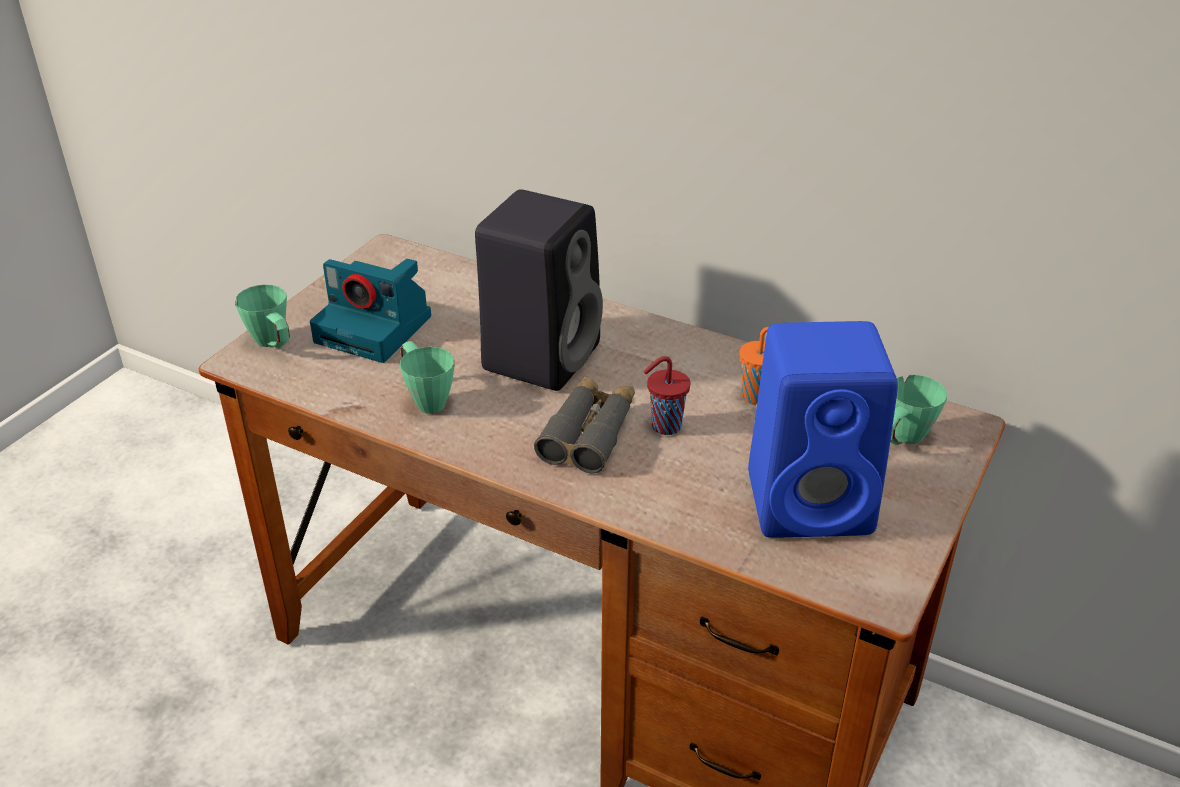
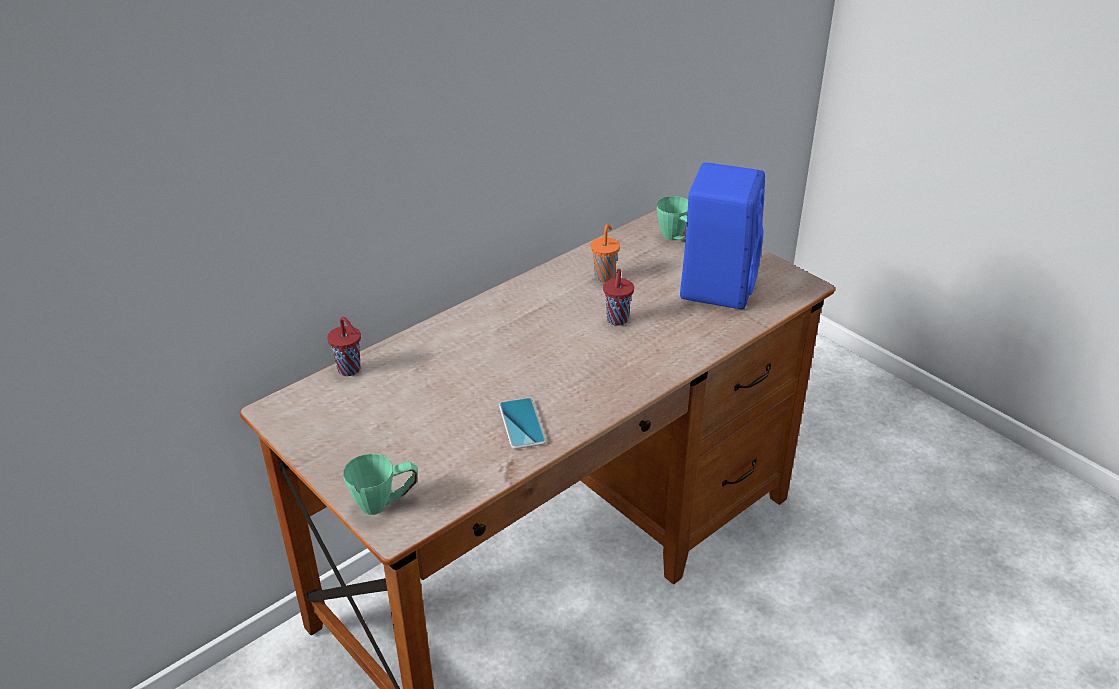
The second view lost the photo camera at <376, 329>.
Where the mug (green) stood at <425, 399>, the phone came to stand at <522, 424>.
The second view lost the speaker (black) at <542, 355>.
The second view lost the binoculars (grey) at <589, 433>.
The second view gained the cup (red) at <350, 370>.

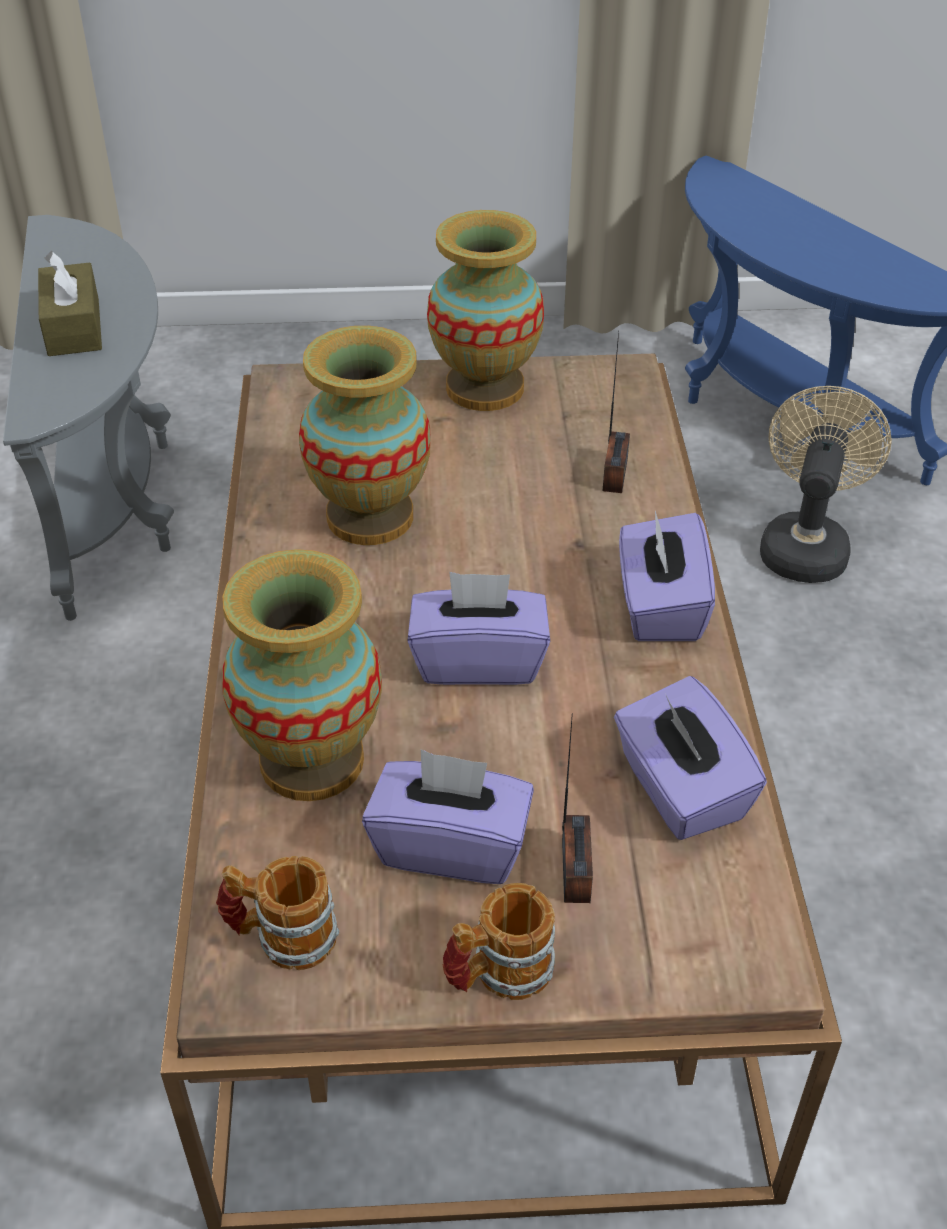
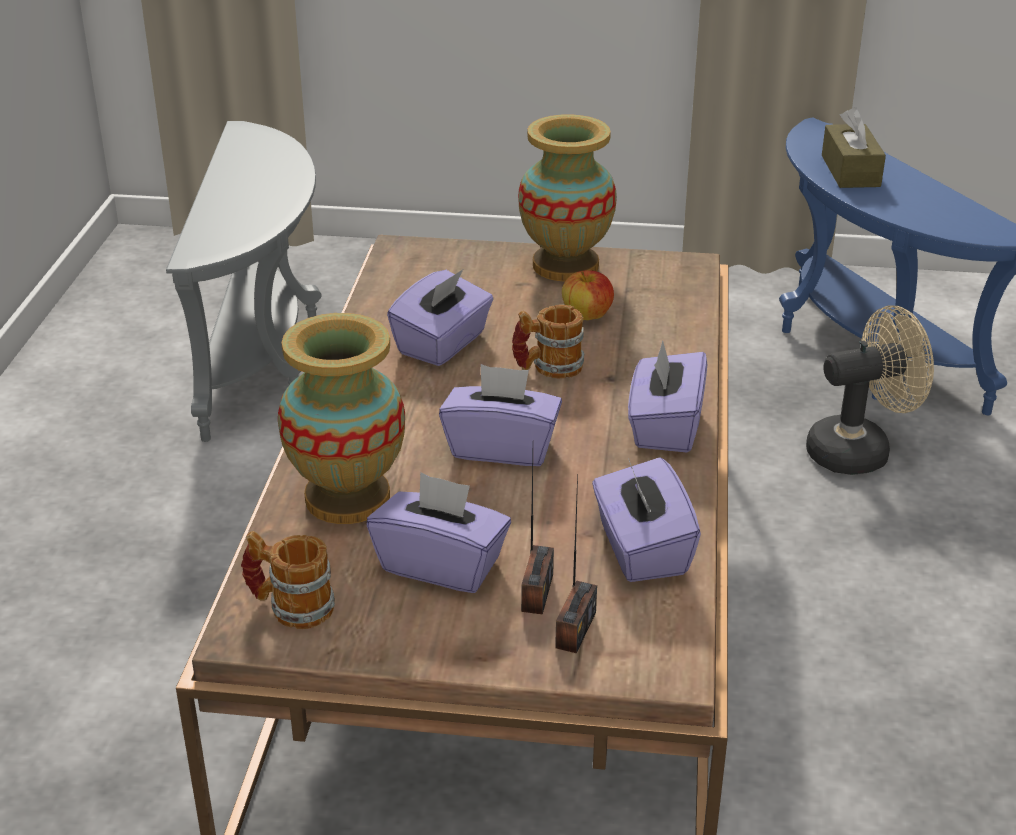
The tissue box (brown) ended up elsewhere, having gone from <74, 327> to <850, 171>.
Where the vase stood at <370, 516>, the tissue box (purple) came to stand at <443, 344>.
The mug ended up elsewhere, having gone from <498, 974> to <548, 368>.
The radio ended up elsewhere, having gone from <614, 474> to <575, 630>.
The fan (beige) at <805, 545> ended up facing another way, 45 degrees clockwise from before.
The second view gained the apple at <587, 316>.

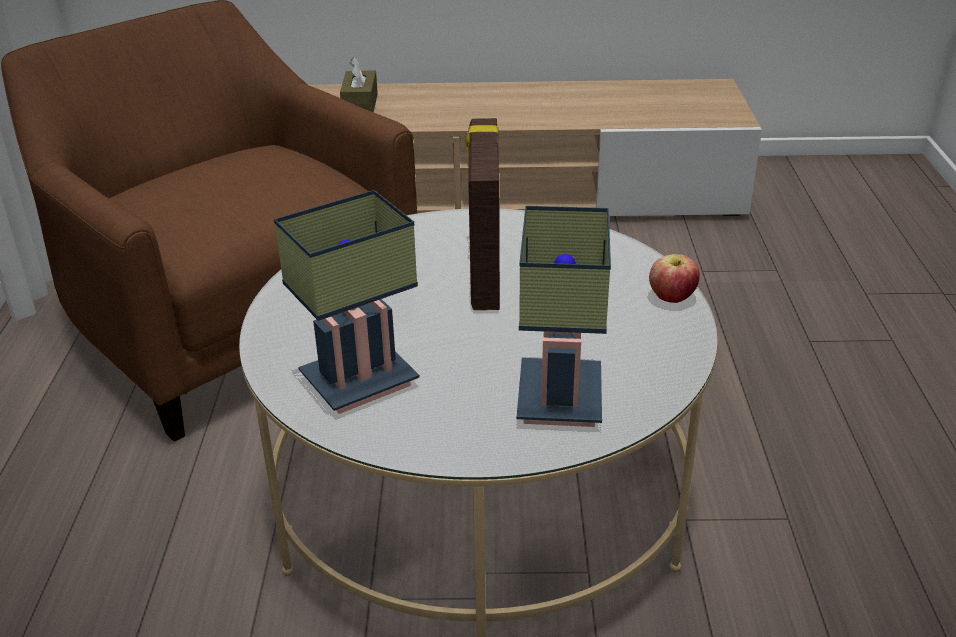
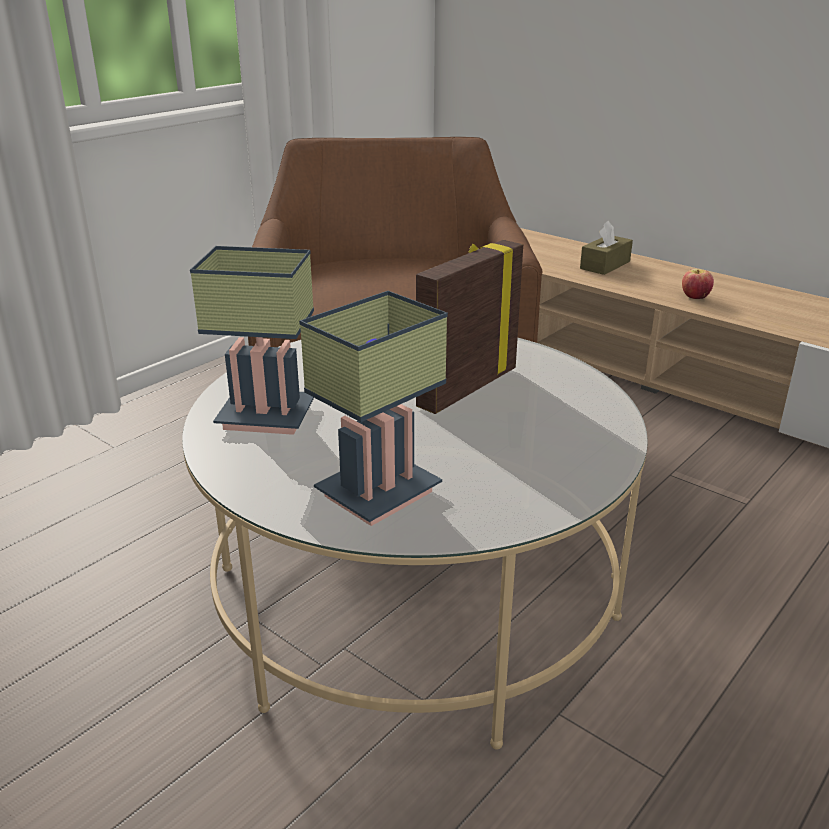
The apple ended up elsewhere, having gone from <672, 298> to <695, 297>.

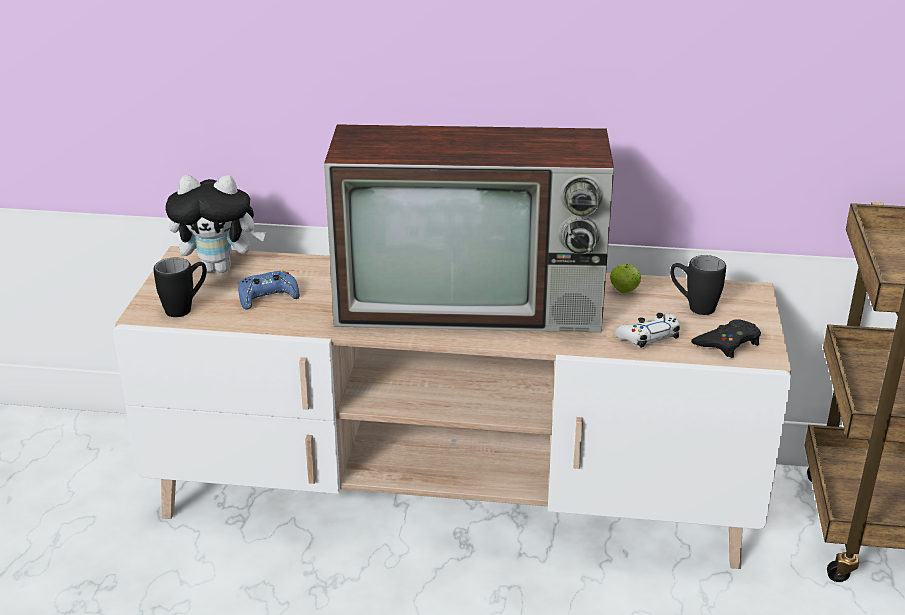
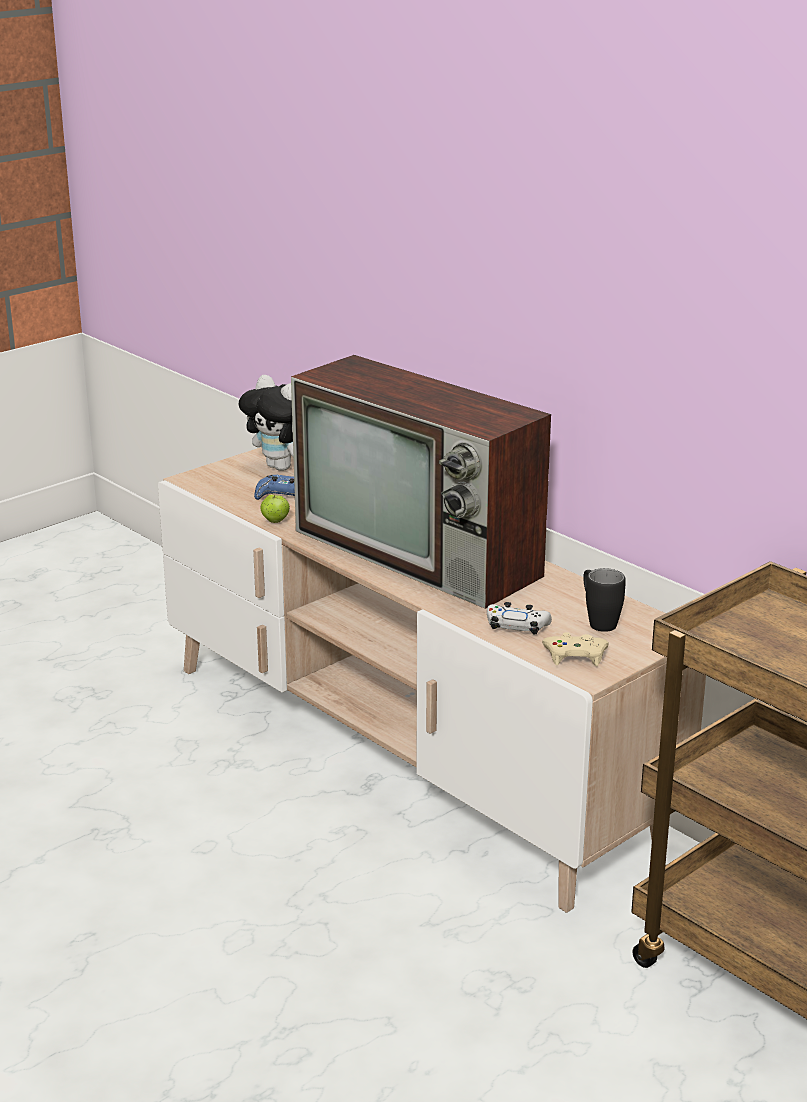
The second view lost the mug (black) at <186, 308>.
The apple ended up elsewhere, having gone from <624, 290> to <275, 521>.
What was the game controller (black) at <728, 343> turned into the game controller (beige) at <575, 656>.

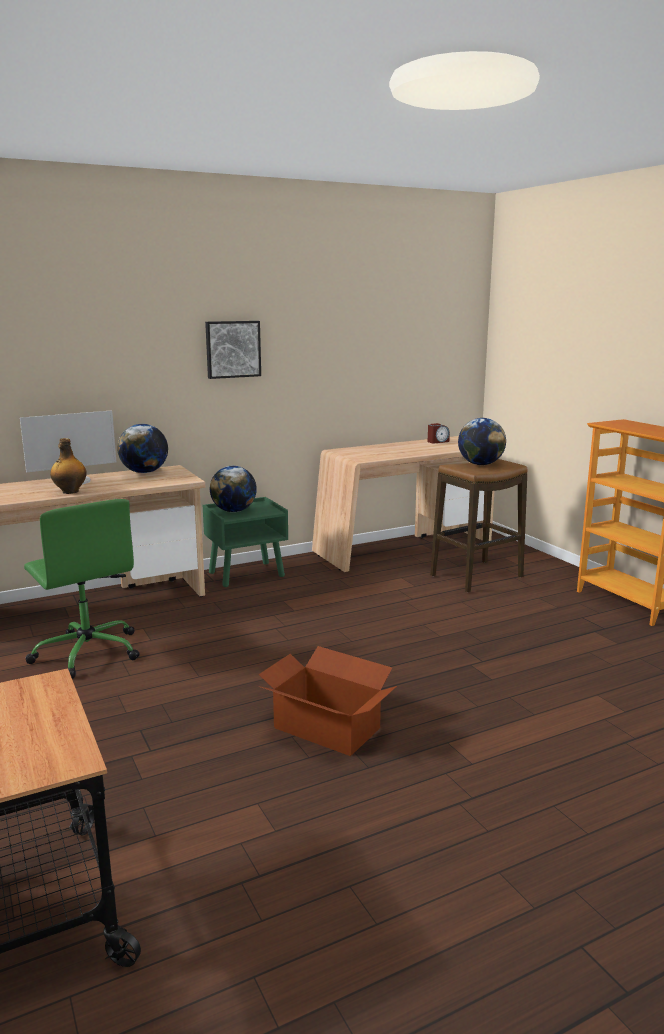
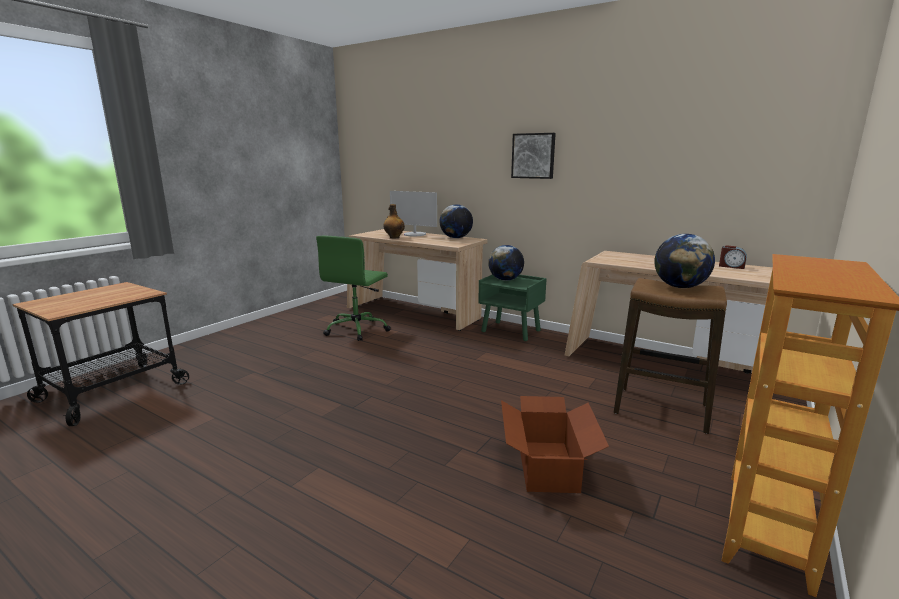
The cardboard box ended up elsewhere, having gone from <326, 727> to <548, 465>.

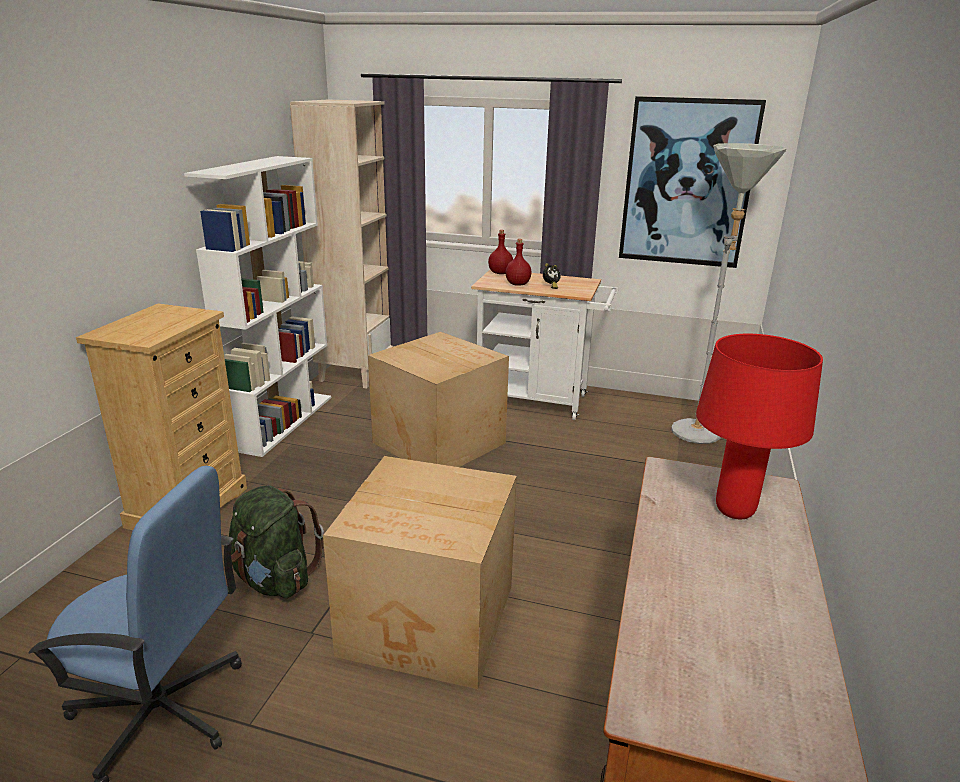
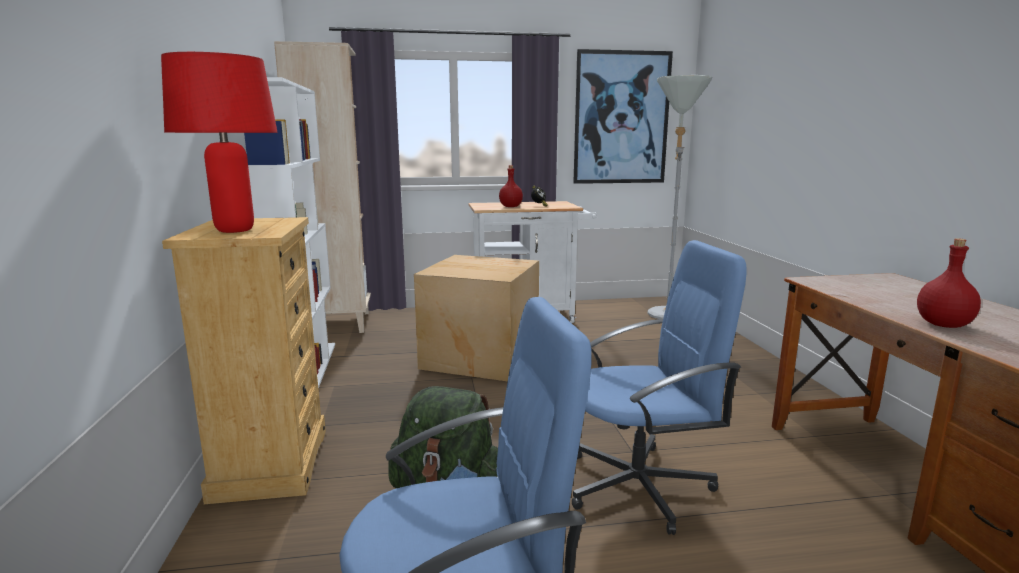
Where the cardboard box stood at <430, 621>, the office chair (blue) came to stand at <640, 485>.
The bottle (red) ended up elsewhere, having gone from <500, 273> to <942, 325>.
The table lamp (red) ended up elsewhere, having gone from <735, 511> to <235, 230>.

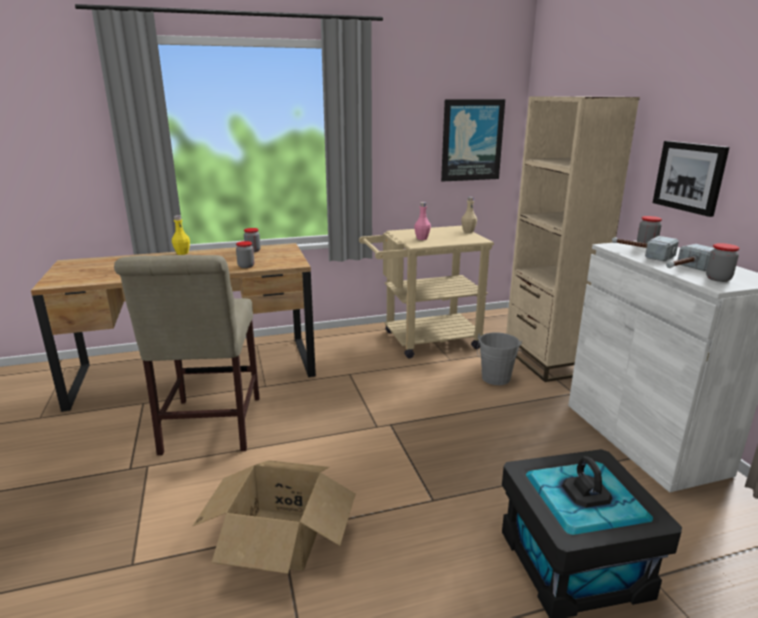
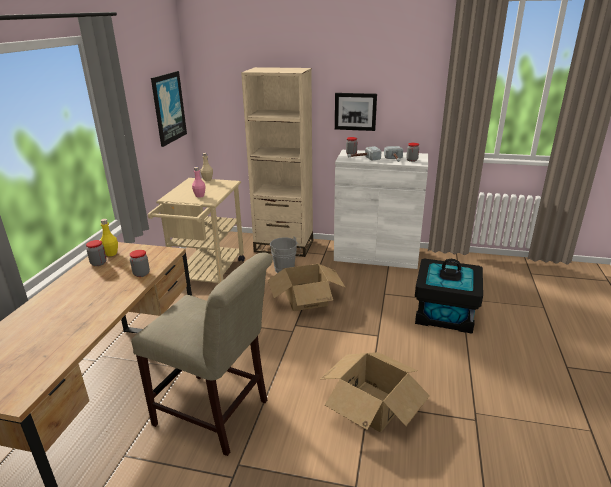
The bottle (yellow) ended up elsewhere, having gone from <182, 253> to <111, 254>.
The second view gained the cardboard box at <306, 298>.

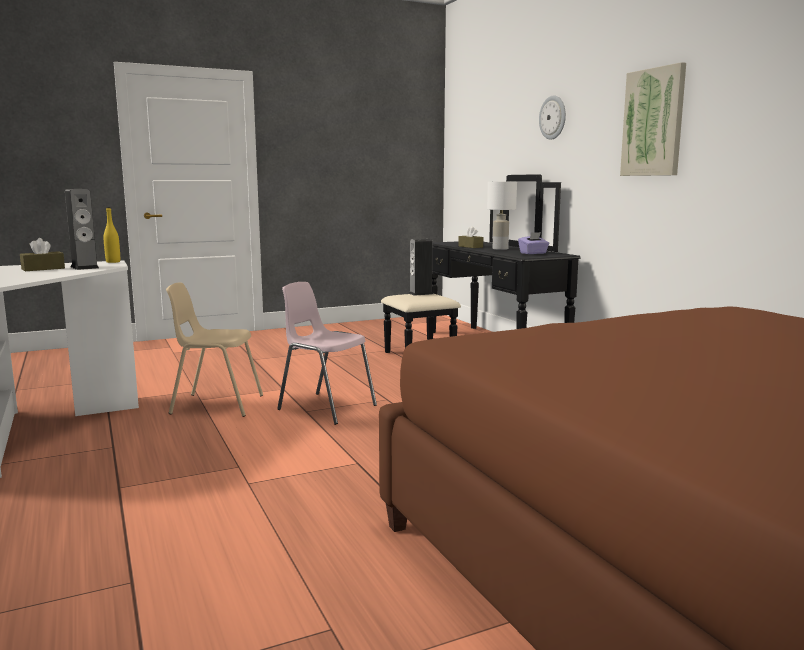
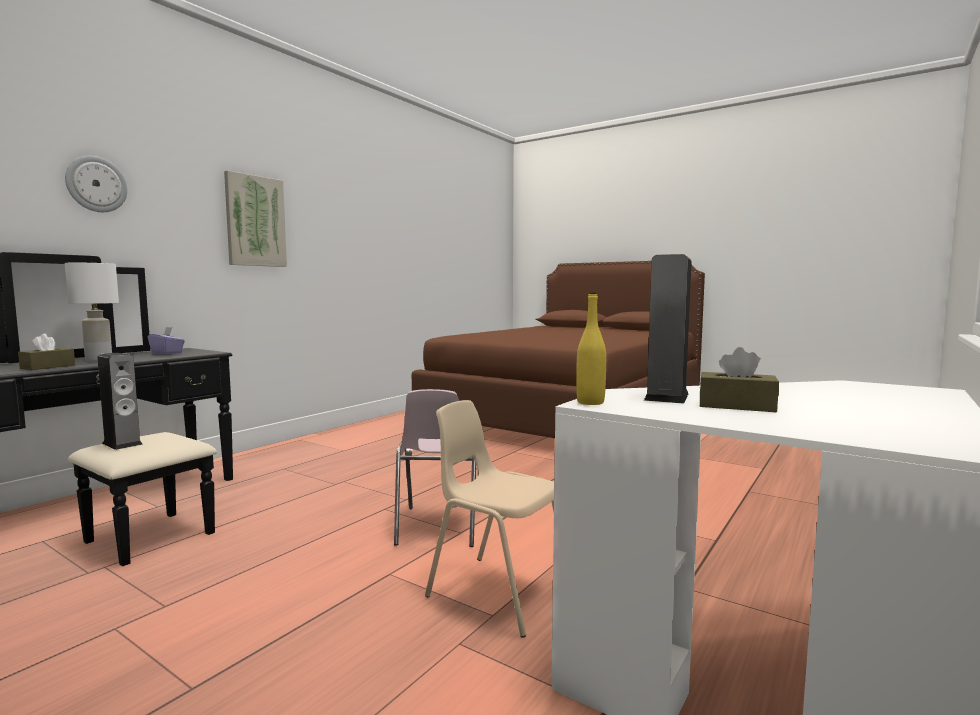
The chair (beige) at <216, 404> ended up facing another way, 150 degrees clockwise from before.

